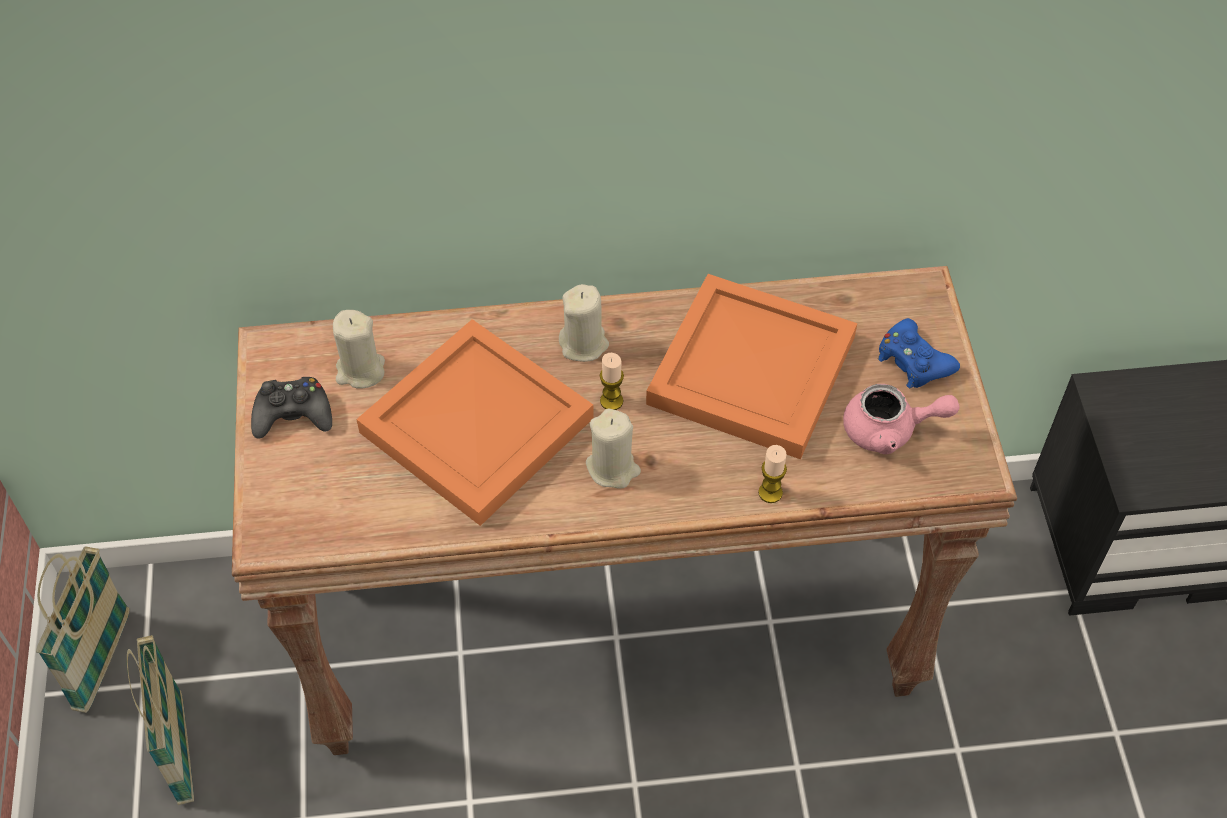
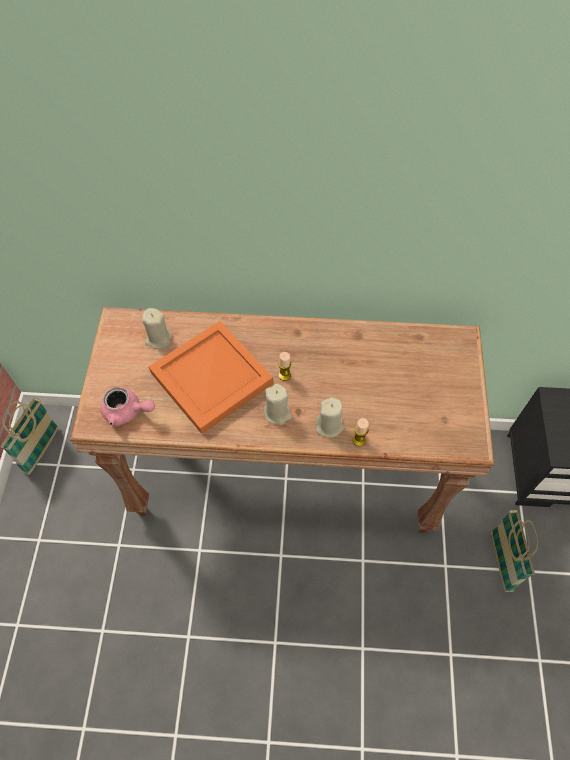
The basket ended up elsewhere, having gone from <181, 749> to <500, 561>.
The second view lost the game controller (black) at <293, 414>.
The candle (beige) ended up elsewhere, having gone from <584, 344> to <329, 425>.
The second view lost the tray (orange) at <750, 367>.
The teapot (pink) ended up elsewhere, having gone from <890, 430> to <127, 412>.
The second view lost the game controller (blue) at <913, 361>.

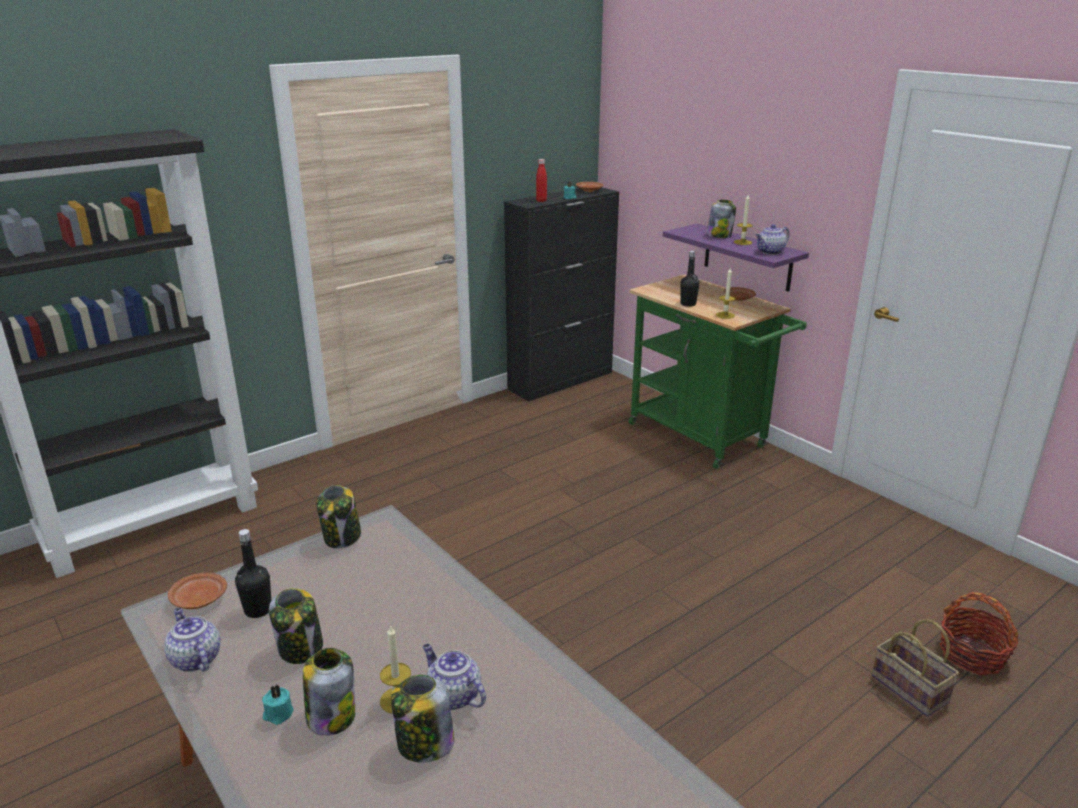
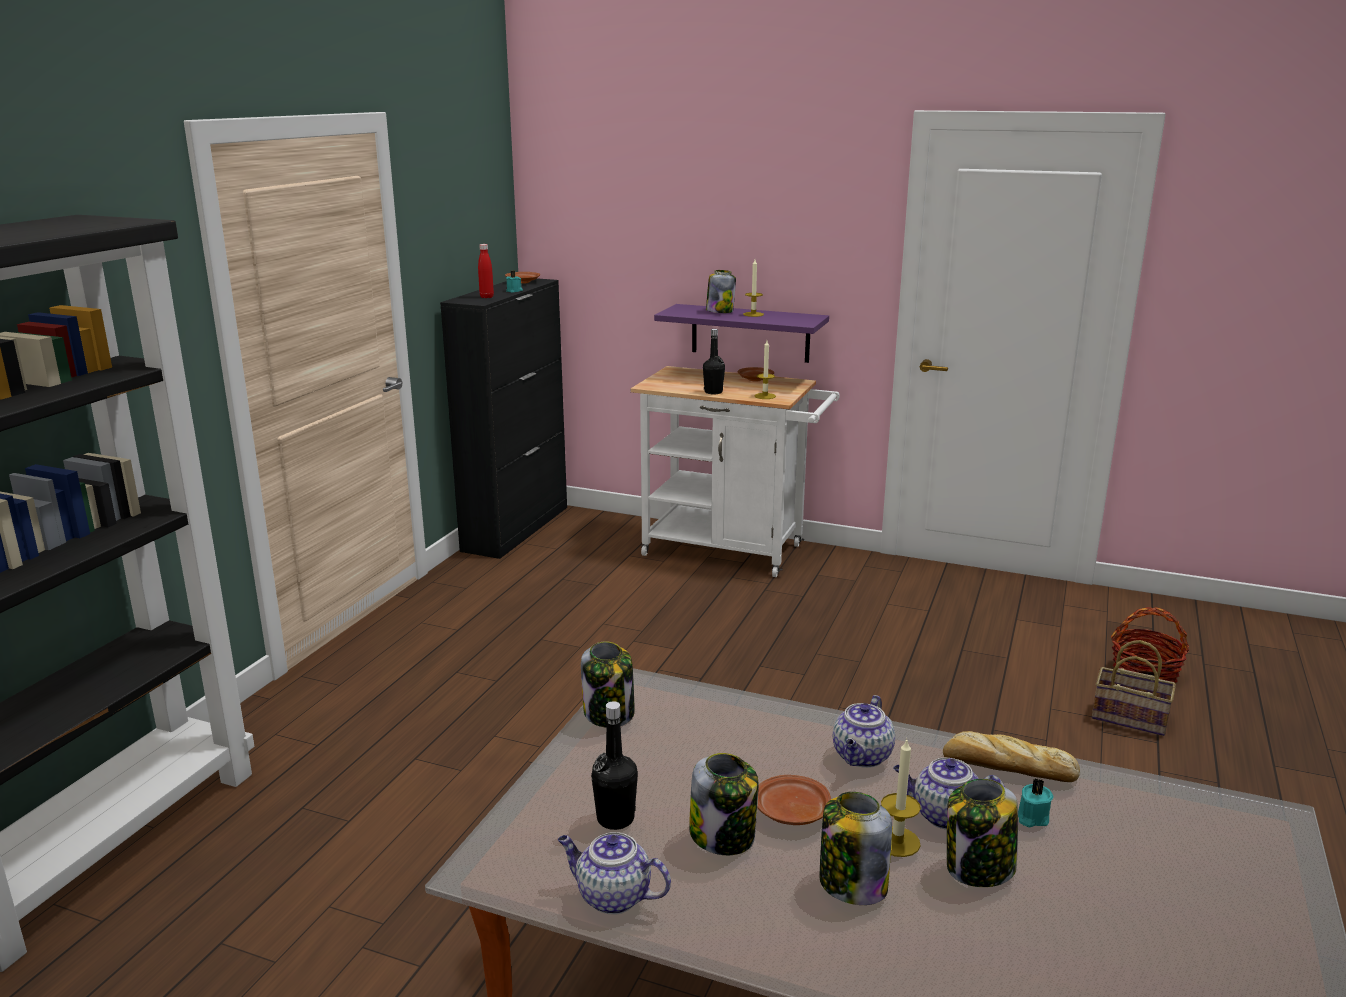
The plate (brown) ended up elsewhere, having gone from <198, 599> to <791, 812>.
The candle (turquoise) ended up elsewhere, having gone from <278, 714> to <1031, 818>.
What was the cart (green) at <703, 438> turned into the cart (white) at <732, 551>.
The teapot ended up elsewhere, having gone from <770, 252> to <862, 757>.
The second view gained the bread at <1006, 768>.

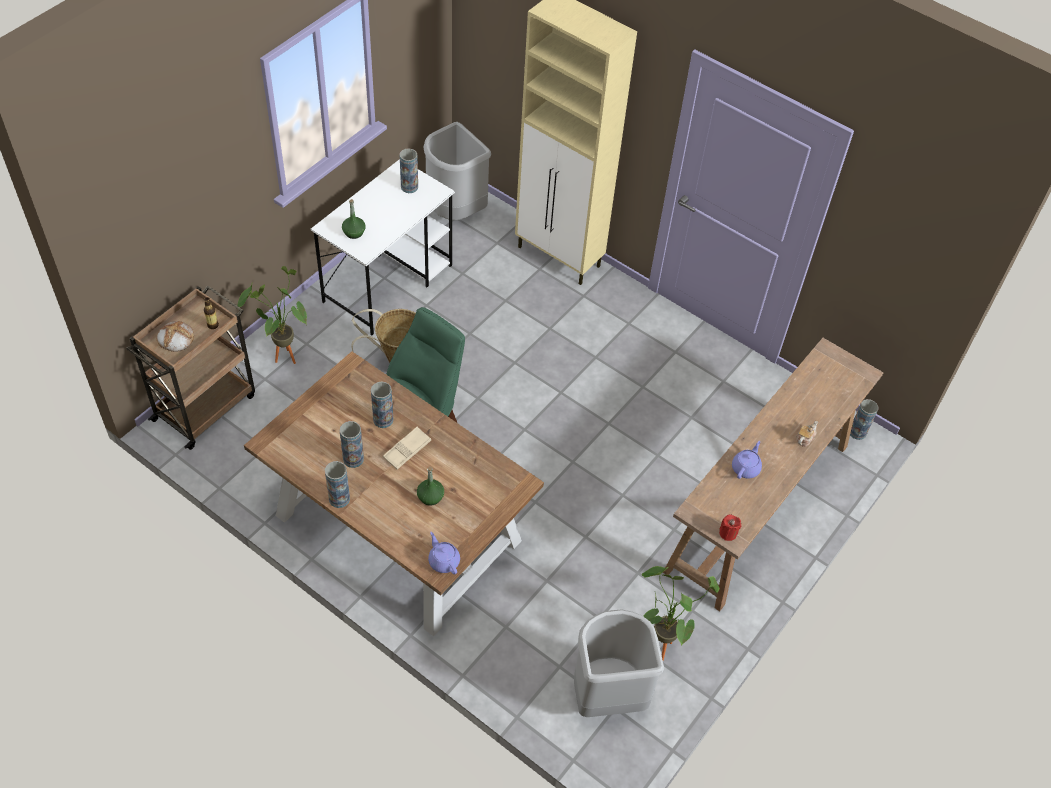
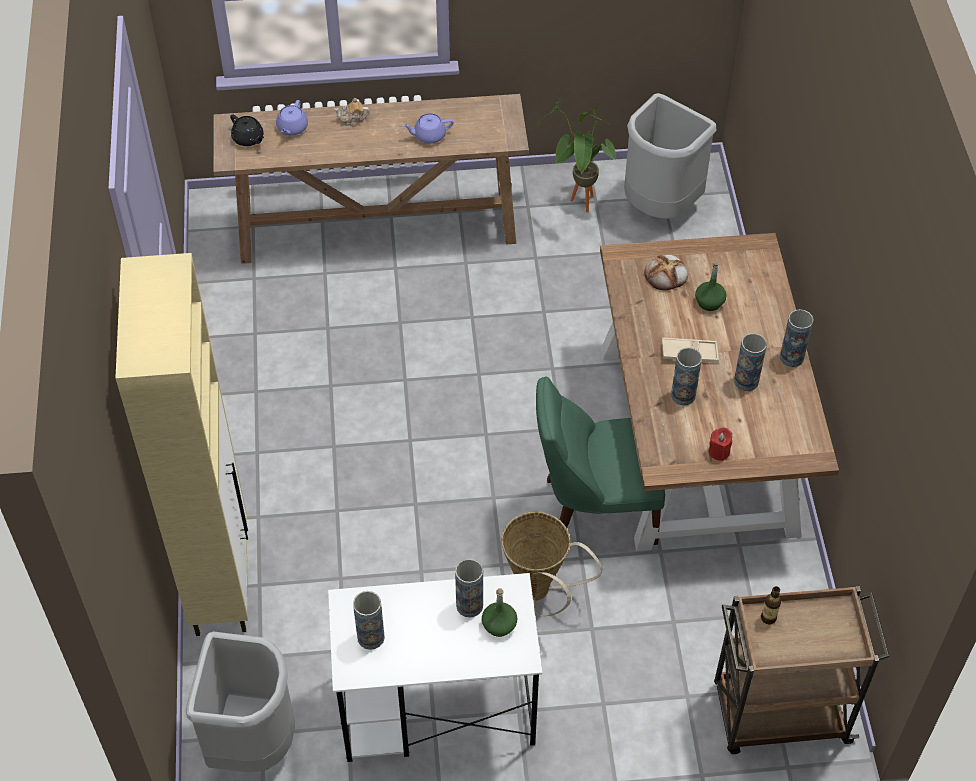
The bread ended up elsewhere, having gone from <175, 338> to <666, 275>.
The second view lost the potted plant at <283, 355>.
The teapot (purple) ended up elsewhere, having gone from <443, 561> to <292, 128>.
The candle (red) ended up elsewhere, having gone from <728, 533> to <719, 451>.
The vase ended up elsewhere, having gone from <857, 432> to <469, 605>.
The second view gained the teapot (black) at <248, 139>.

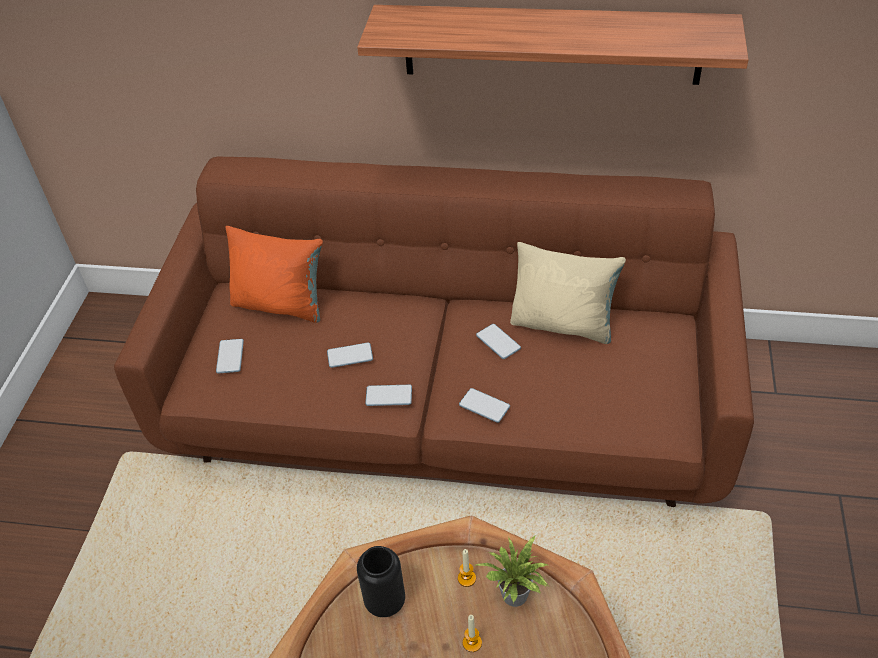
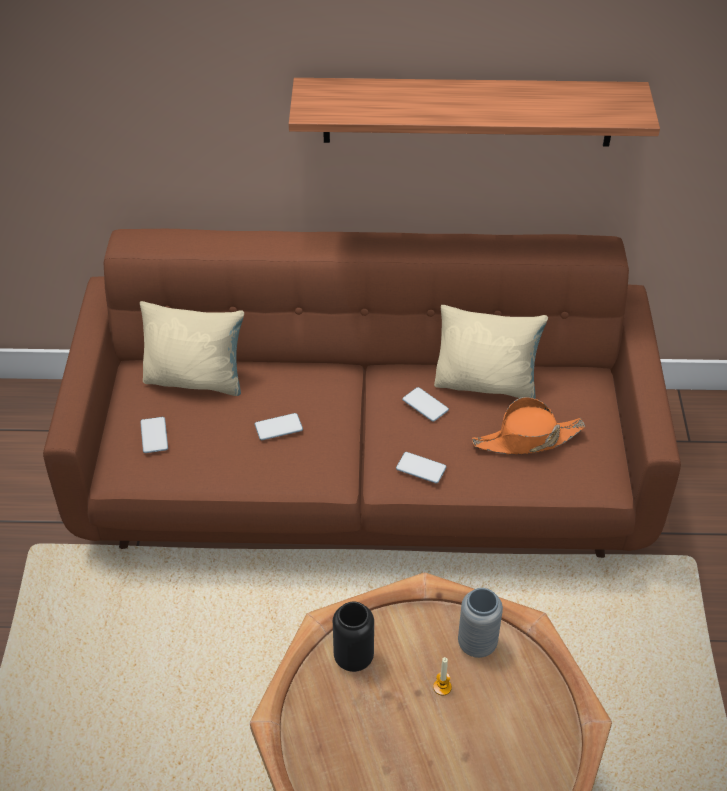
What was the pillow (orange) at <281, 304> turned into the pillow (beige) at <196, 379>.
The second view lost the phone at <389, 396>.
The second view lost the candle at <466, 578>.
Where the potted plant stood at <516, 598>, the vase (grey) came to stand at <477, 644>.
The second view gained the hat (orange) at <527, 439>.

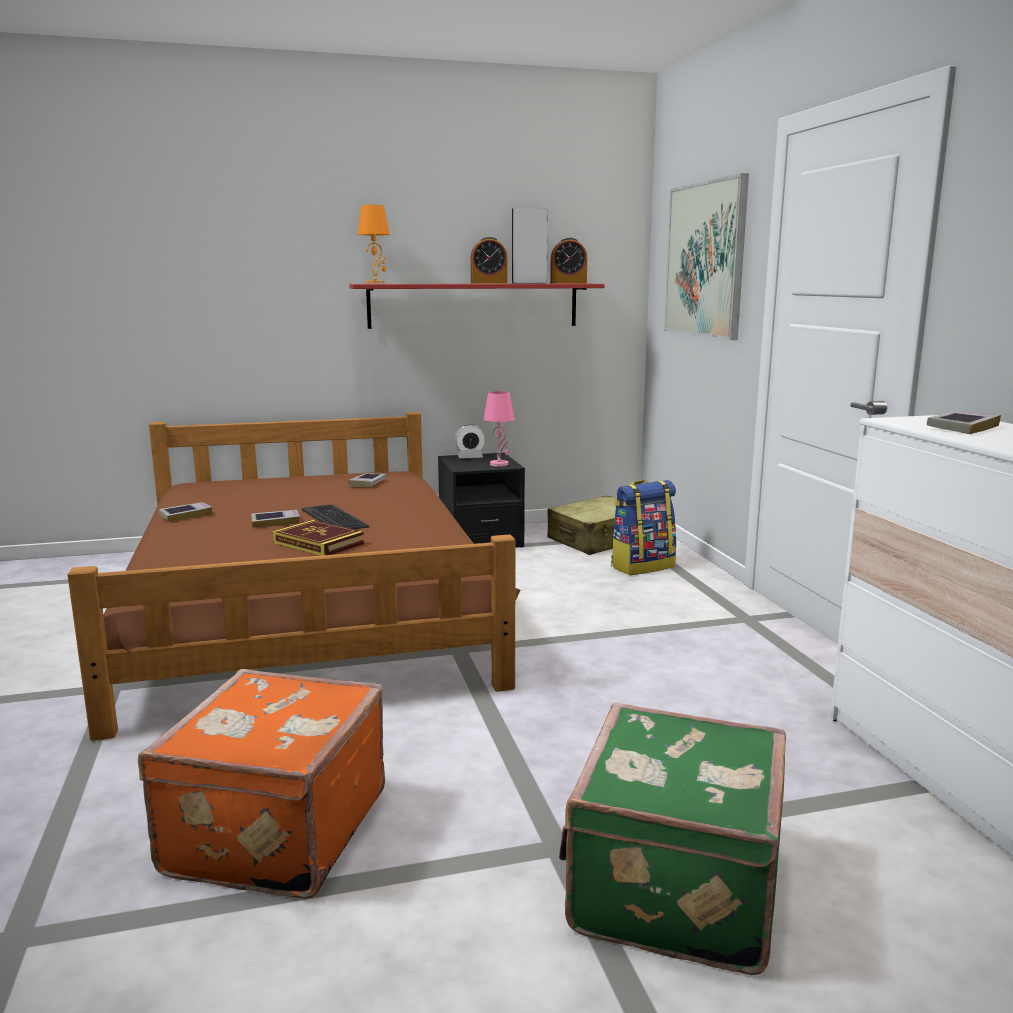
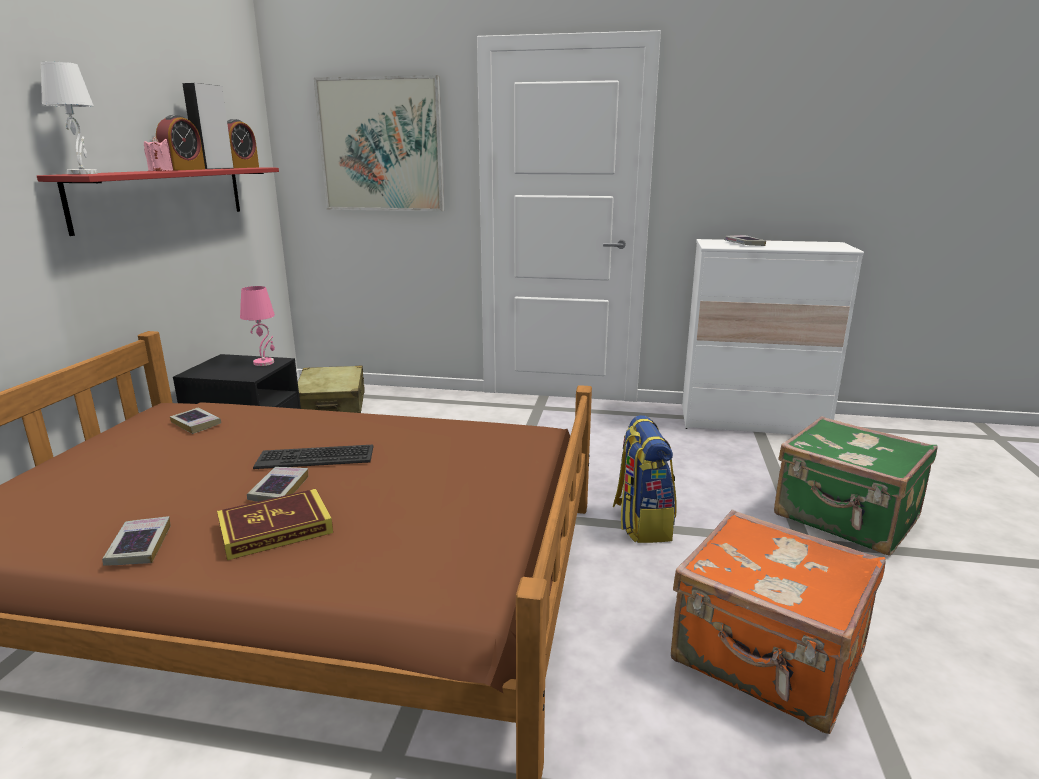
The book ended up elsewhere, having gone from <319, 543> to <275, 529>.
What was the table lamp (orange) at <375, 283> turned into the table lamp (white) at <82, 173>.
The second view lost the alarm clock at <470, 457>.
The backpack ended up elsewhere, having gone from <642, 566> to <641, 523>.
The second view gained the candle (pink) at <160, 171>.

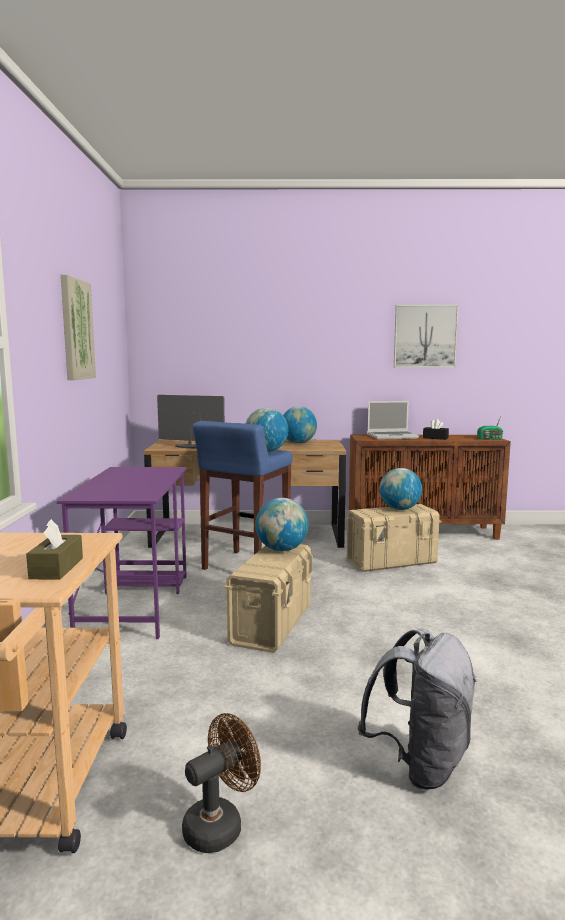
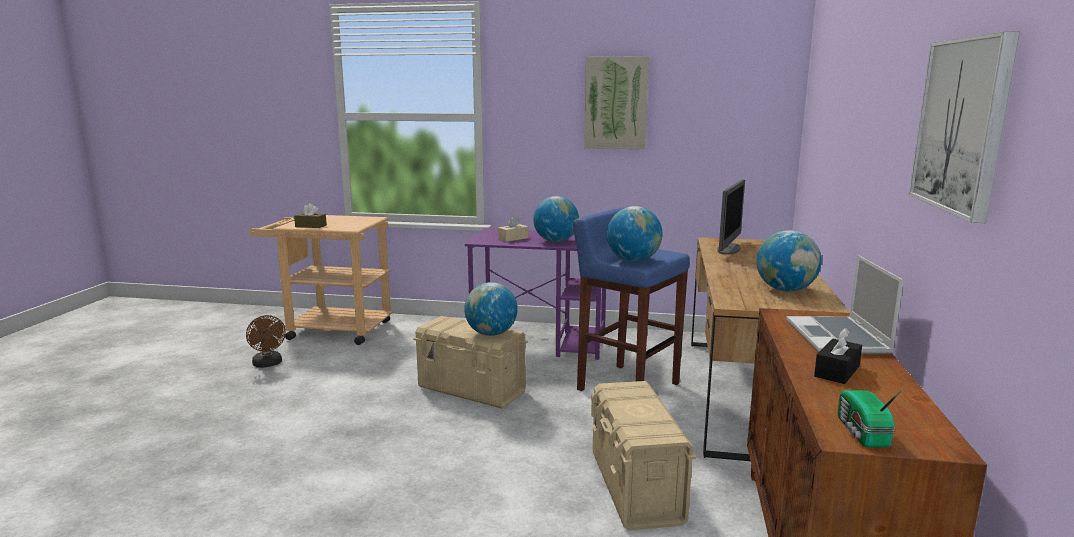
The second view lost the backpack (grey) at <420, 763>.
The globe ended up elsewhere, having gone from <399, 509> to <555, 241>.
The second view gained the tissue box (beige) at <513, 238>.

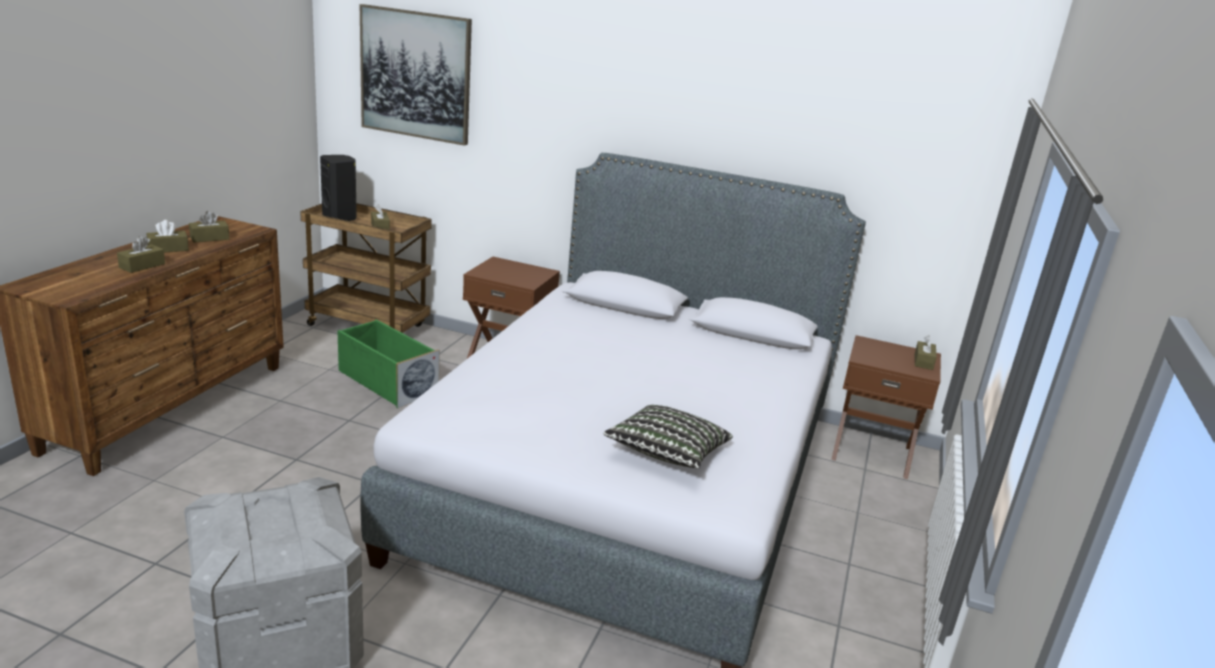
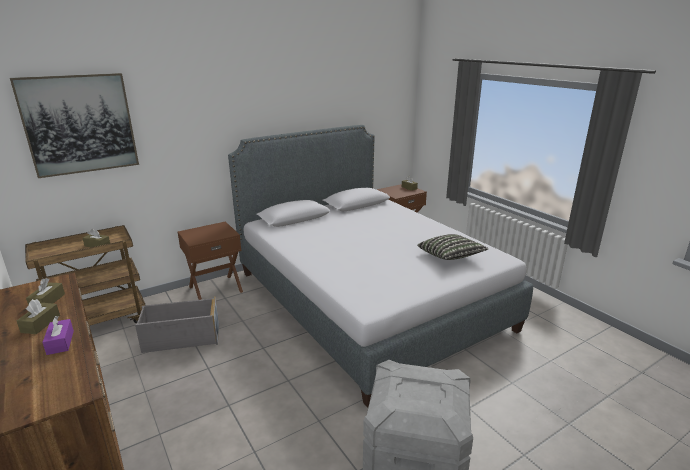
What was the tissue box (brown) at <142, 266> turned into the tissue box (purple) at <60, 342>.
The second view lost the speaker (black) at <340, 218>.
What was the storage box (green) at <386, 382> turned into the storage box (grey) at <181, 338>.

